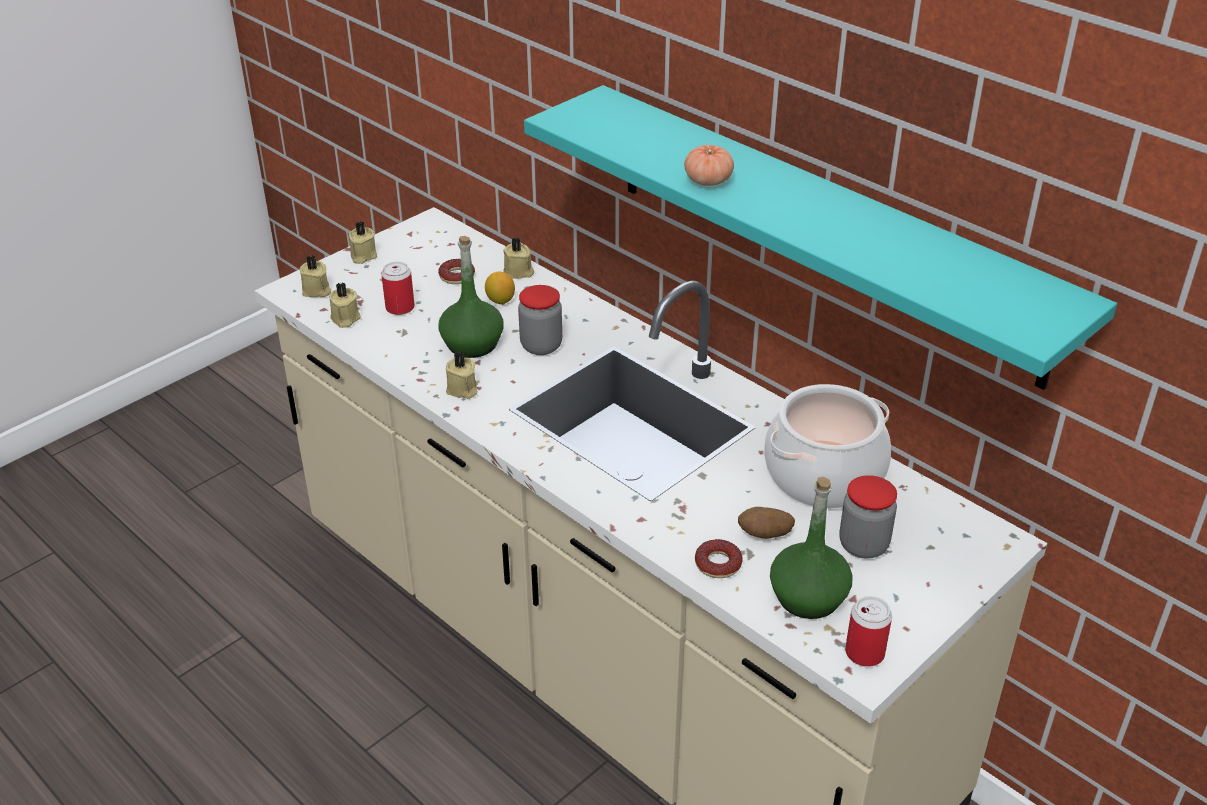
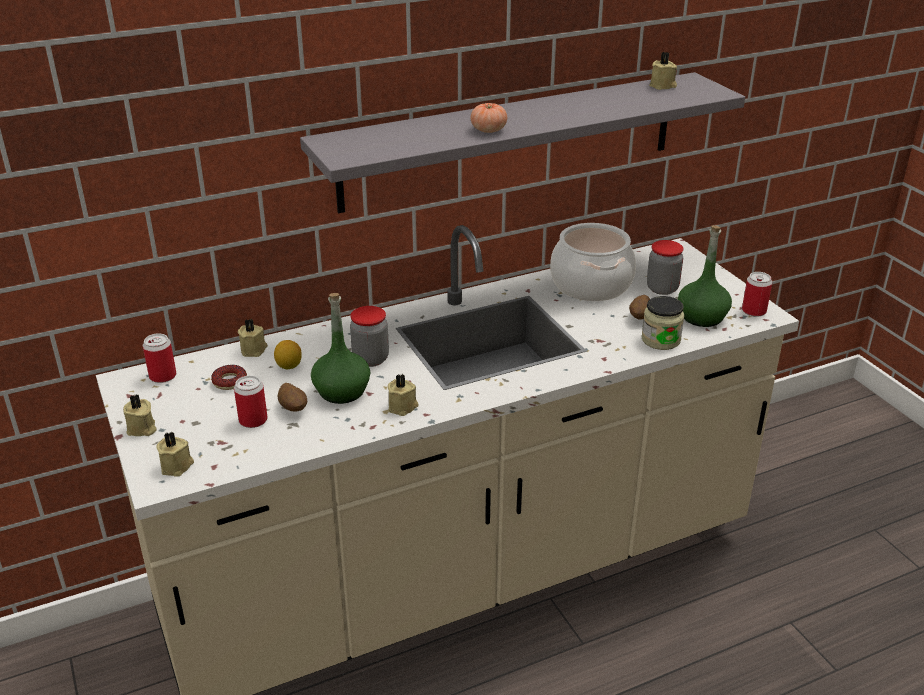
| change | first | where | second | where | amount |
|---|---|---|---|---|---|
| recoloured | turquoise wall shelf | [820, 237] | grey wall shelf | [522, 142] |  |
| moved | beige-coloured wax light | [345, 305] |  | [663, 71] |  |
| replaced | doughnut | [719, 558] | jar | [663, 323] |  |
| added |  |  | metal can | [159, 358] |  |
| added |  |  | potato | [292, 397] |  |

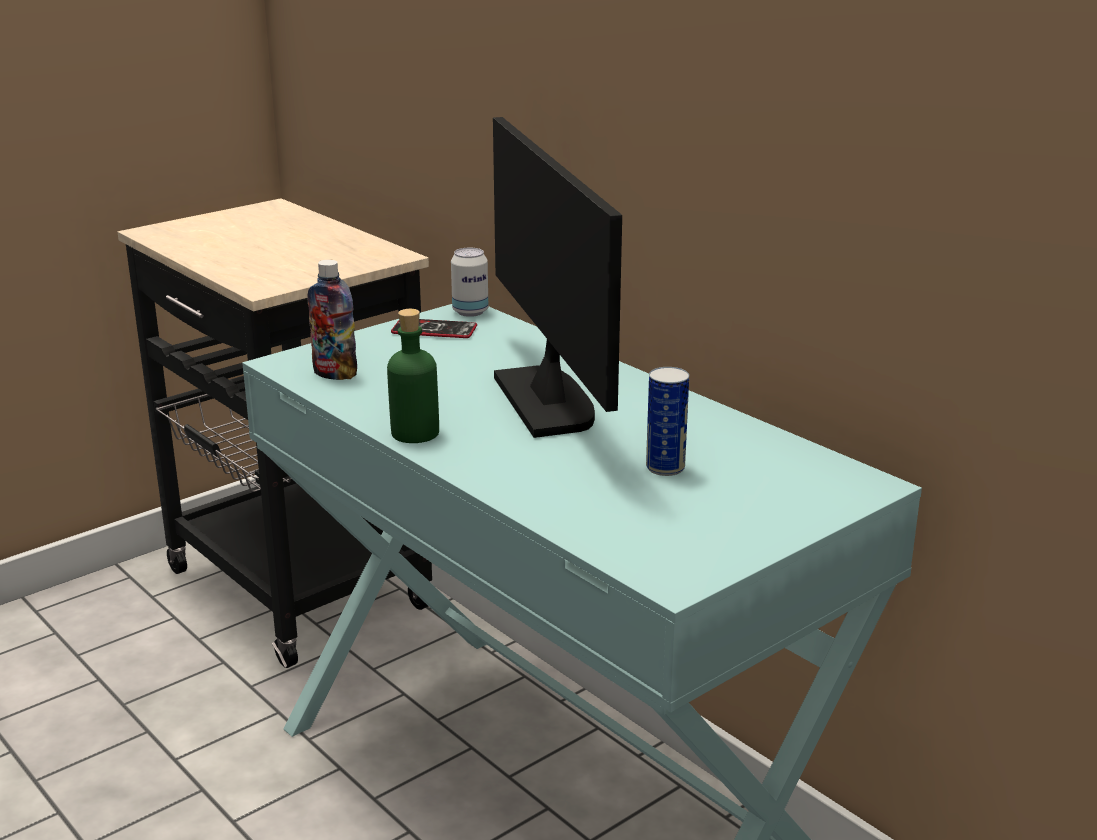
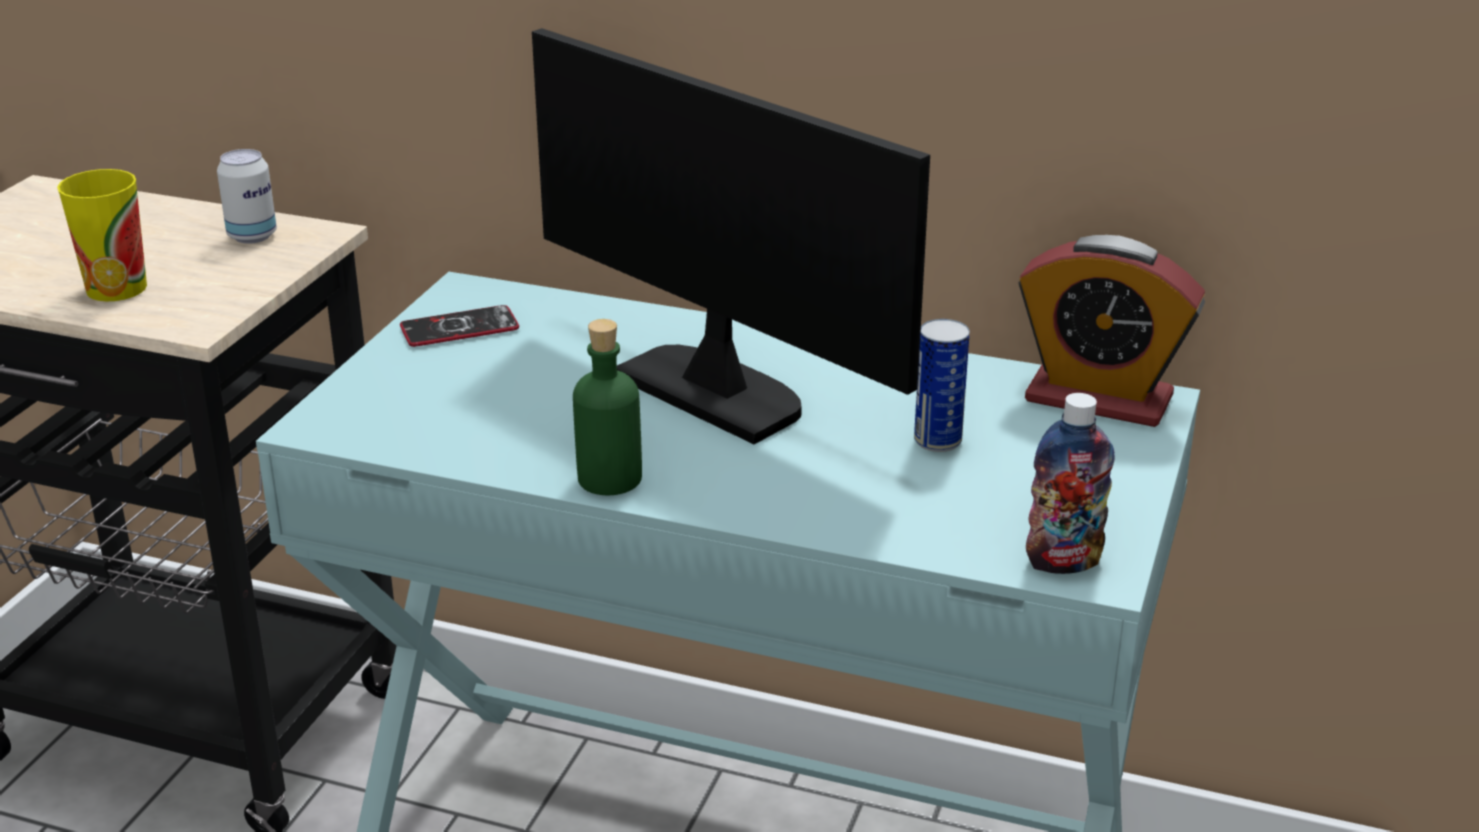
| change | first | where | second | where | amount |
|---|---|---|---|---|---|
| moved | metal can | [469, 282] |  | [247, 196] |  |
| moved | beverage bottle | [332, 320] |  | [1070, 483] |  |
| added |  |  | drinking cup | [102, 235] |  |
| added |  |  | bedside clock | [1111, 331] |  |

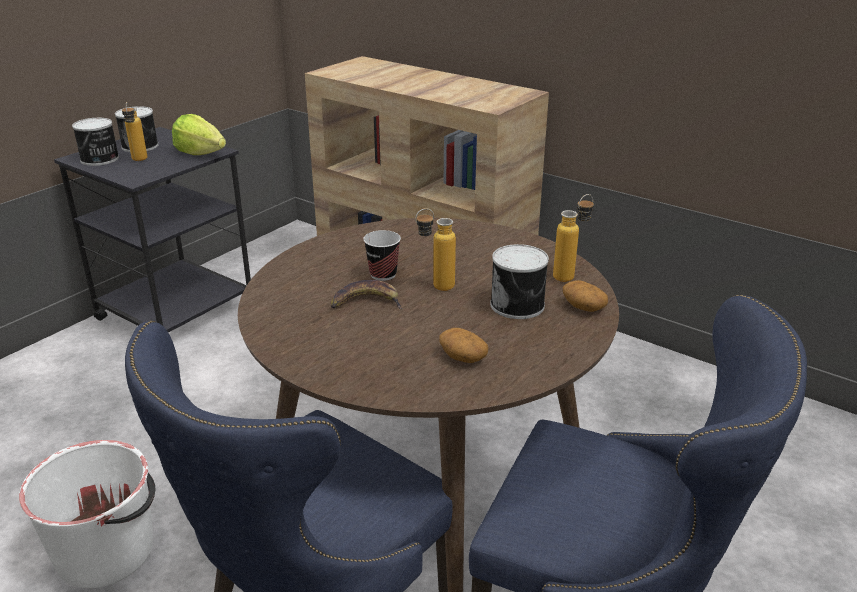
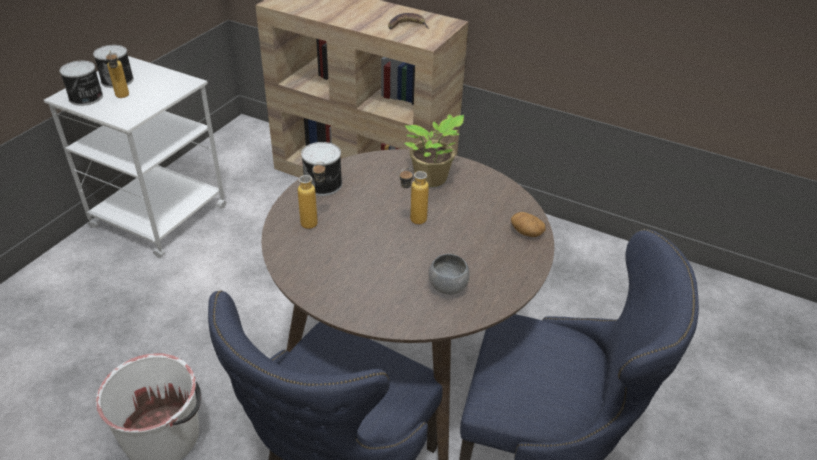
| change | first | where | second | where | amount |
|---|---|---|---|---|---|
| removed | lettuce head | [199, 134] |  |  |  |
| recoloured | blackish trolley | [152, 229] | white trolley | [135, 157] |  |
| moved | beverage bottle | [573, 238] |  | [312, 195] |  |
| removed | drinking cup | [382, 255] |  |  |  |
| moved | metal can | [519, 281] |  | [321, 169] |  |
| moved | whole banana | [366, 294] |  | [408, 21] |  |
| replaced | potato | [464, 345] | grey deep dish | [448, 274] |  |
| added |  |  | houseplant | [434, 150] |  |

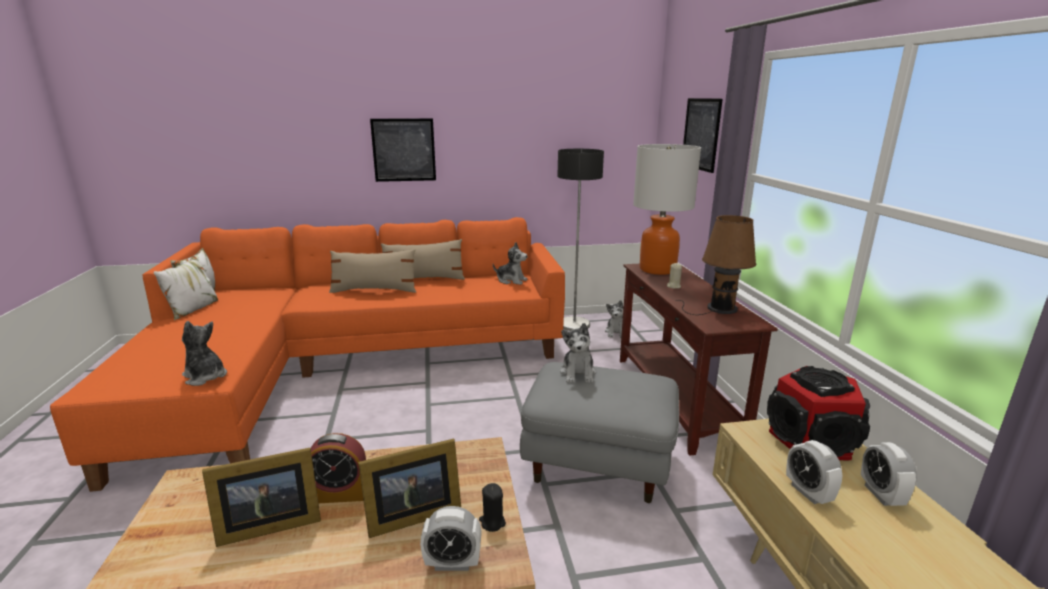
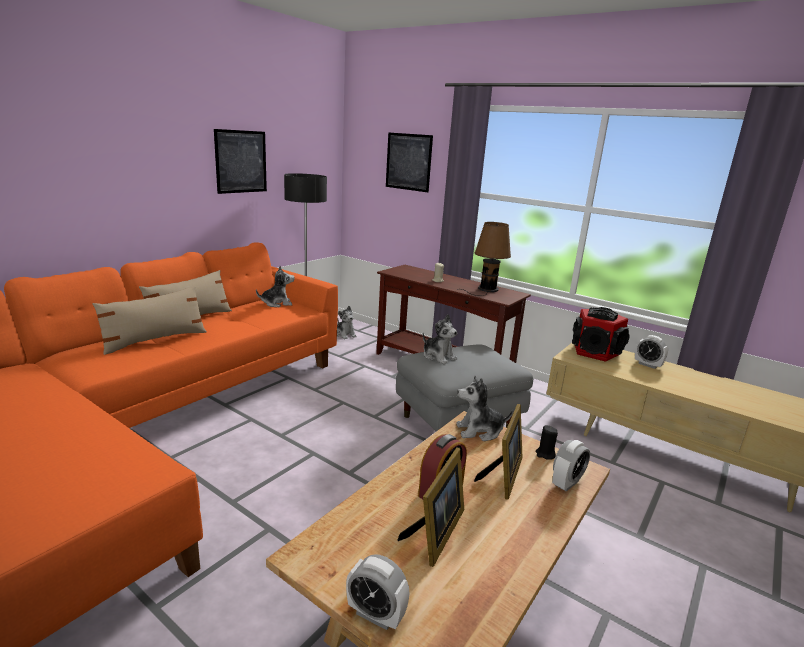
| change | first | where | second | where | amount |
|---|---|---|---|---|---|
| moved | wall picture | [403, 150] |  | [240, 161] |  |
| removed | table lamp | [667, 209] |  |  |  |
| moved | cuddly toy | [204, 353] |  | [484, 408] |  |
| moved | bedside clock | [814, 472] |  | [377, 592] |  |

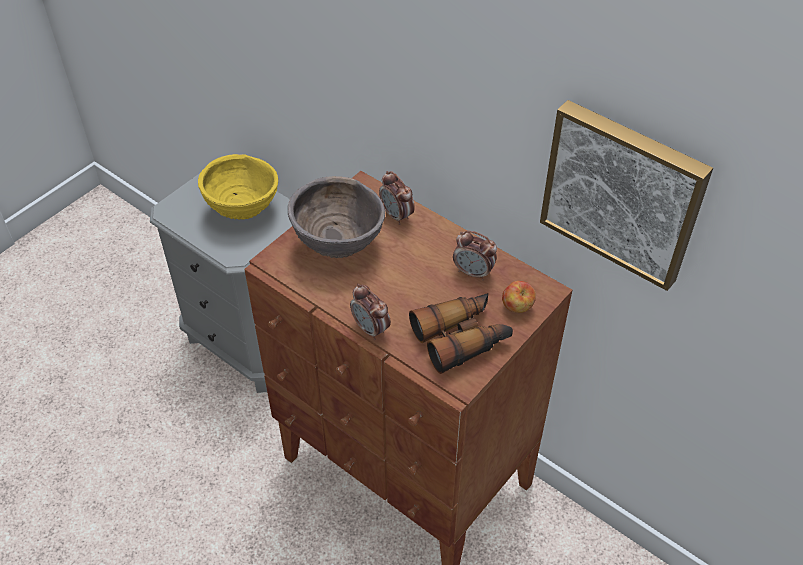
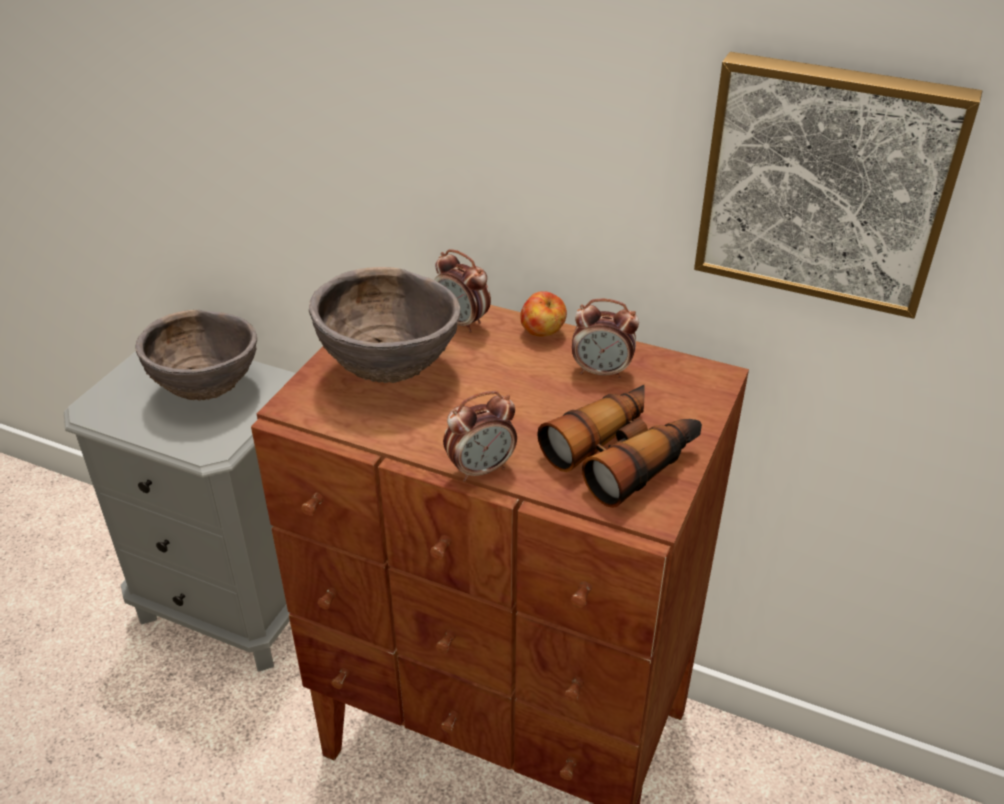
| change | first | where | second | where | amount |
|---|---|---|---|---|---|
| recoloured | yellowish deep dish | [238, 187] | brownish deep dish | [196, 355] |  |
| moved | apple fruit | [519, 297] |  | [543, 314] |  |
| turned | bedside clock | [370, 312] |  | [480, 436] | 60 degrees counterclockwise |

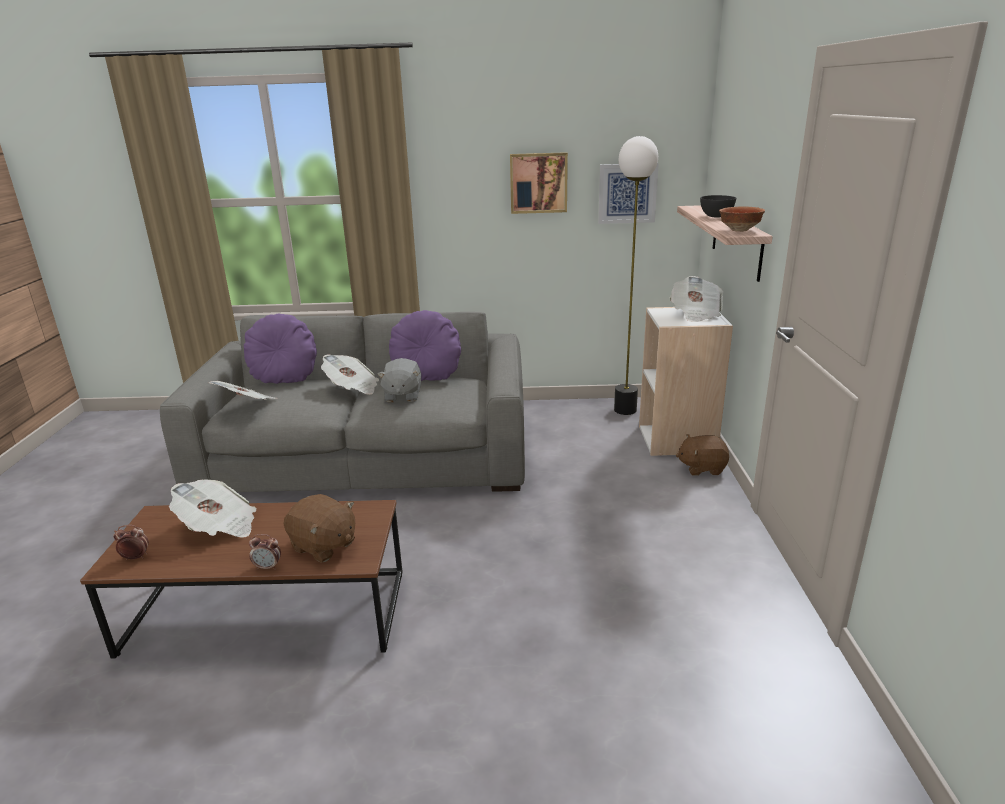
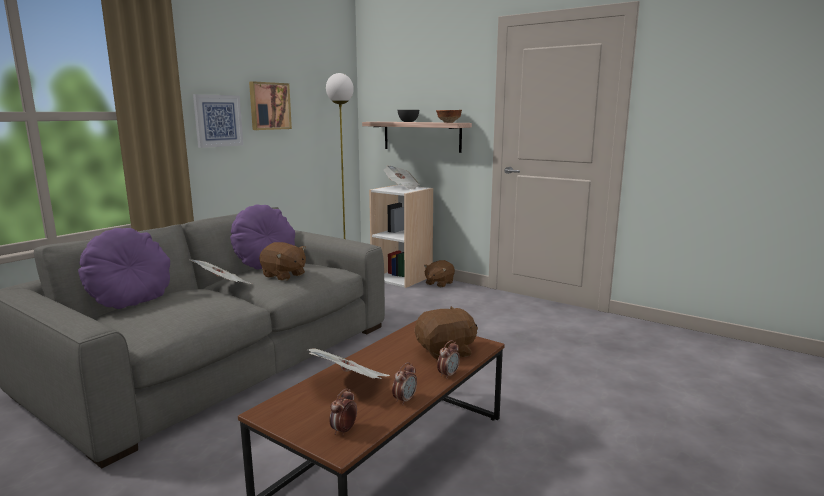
| change | first | where | second | where | amount |
|---|---|---|---|---|---|
| moved | wall picture | [628, 193] |  | [218, 121] |  |
| recoloured | grey cuddly toy | [399, 380] | brownish cuddly toy | [282, 261] |  |
| removed | newspaper | [242, 390] |  |  |  |
| added |  |  | bedside clock | [404, 384] |  |

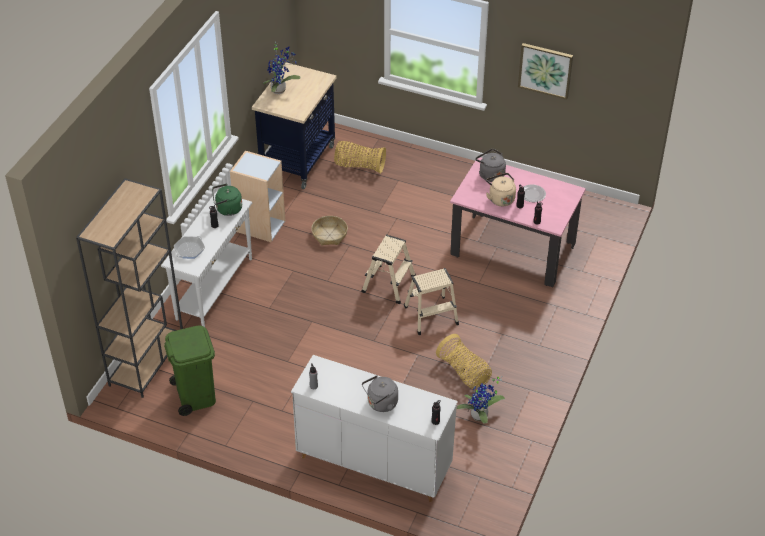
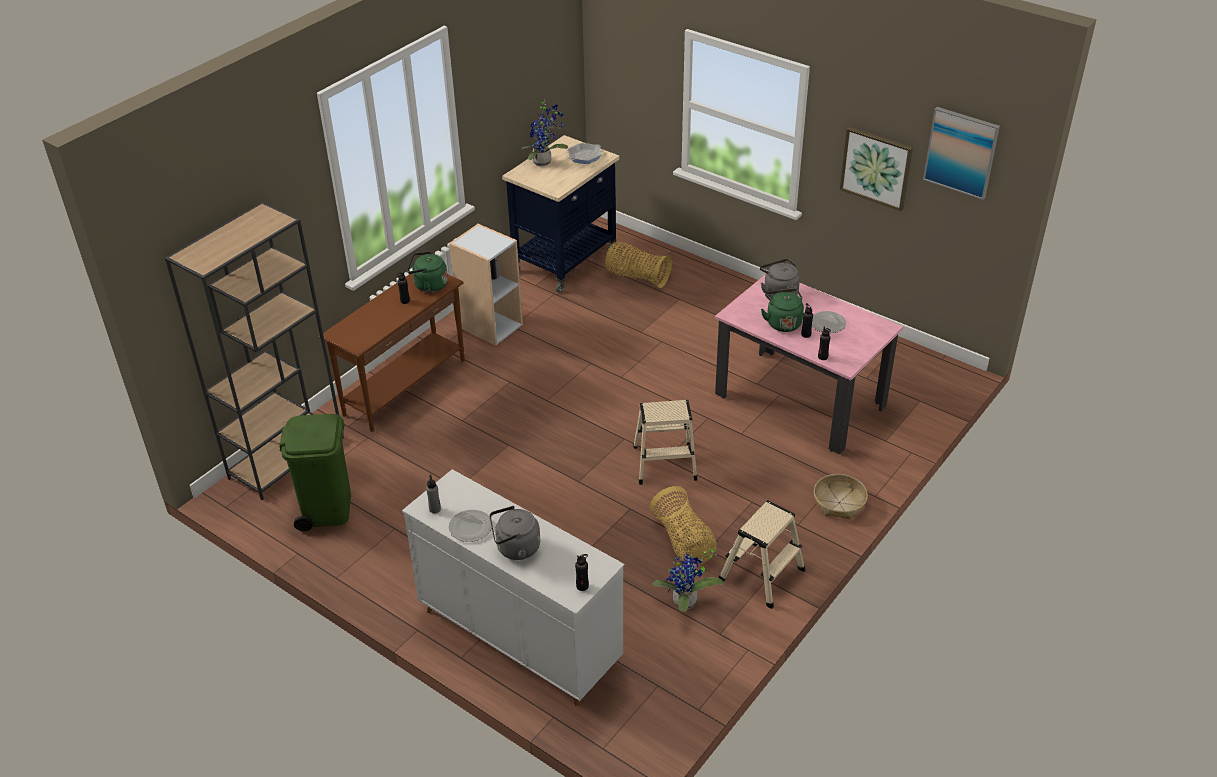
| change | first | where | second | where | amount |
|---|---|---|---|---|---|
| recoloured | beige-coloured kettle | [501, 189] | green kettle | [782, 310] |  |
| recoloured | white hall table | [206, 259] | brownish hall table | [392, 353] |  |
| moved | storage basket | [329, 230] |  | [841, 497] |  |
| moved | beige-coloured step stool | [388, 269] |  | [762, 554] |  |
| moved | skillet | [189, 247] |  | [585, 153] |  |
| added |  |  | wall picture | [961, 153] |  |
| added |  |  | plate | [470, 526] |  |

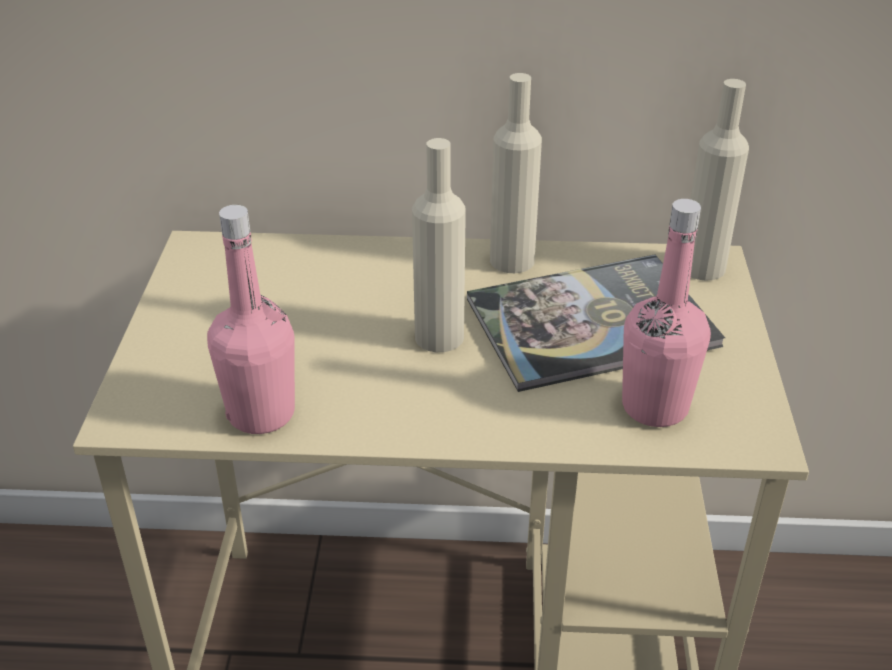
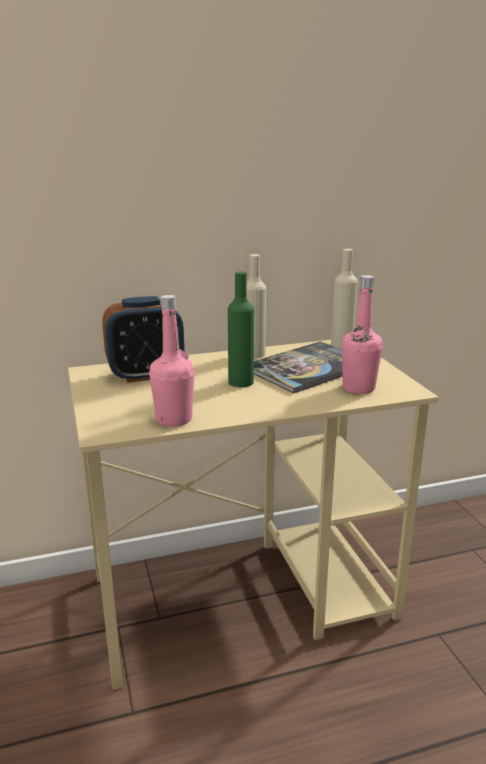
| change | first | where | second | where | amount |
|---|---|---|---|---|---|
| recoloured | beige-coloured beverage bottle | [439, 245] | green beverage bottle | [241, 329] |  |
| added |  |  | bedside clock | [143, 339] |  |

